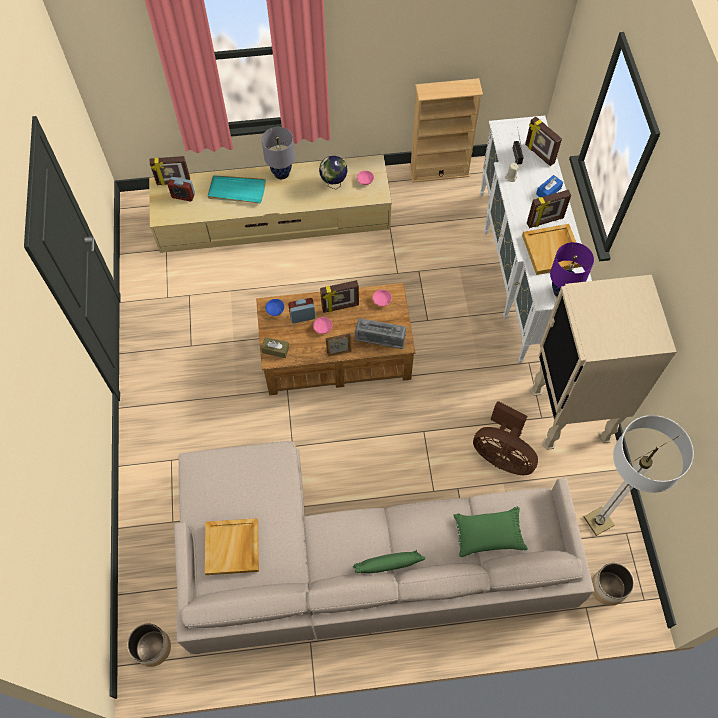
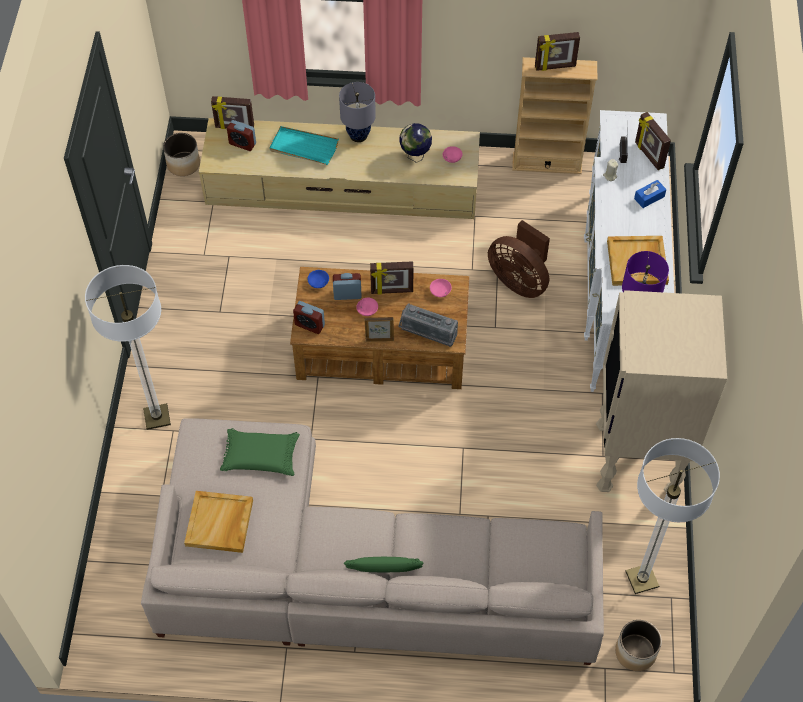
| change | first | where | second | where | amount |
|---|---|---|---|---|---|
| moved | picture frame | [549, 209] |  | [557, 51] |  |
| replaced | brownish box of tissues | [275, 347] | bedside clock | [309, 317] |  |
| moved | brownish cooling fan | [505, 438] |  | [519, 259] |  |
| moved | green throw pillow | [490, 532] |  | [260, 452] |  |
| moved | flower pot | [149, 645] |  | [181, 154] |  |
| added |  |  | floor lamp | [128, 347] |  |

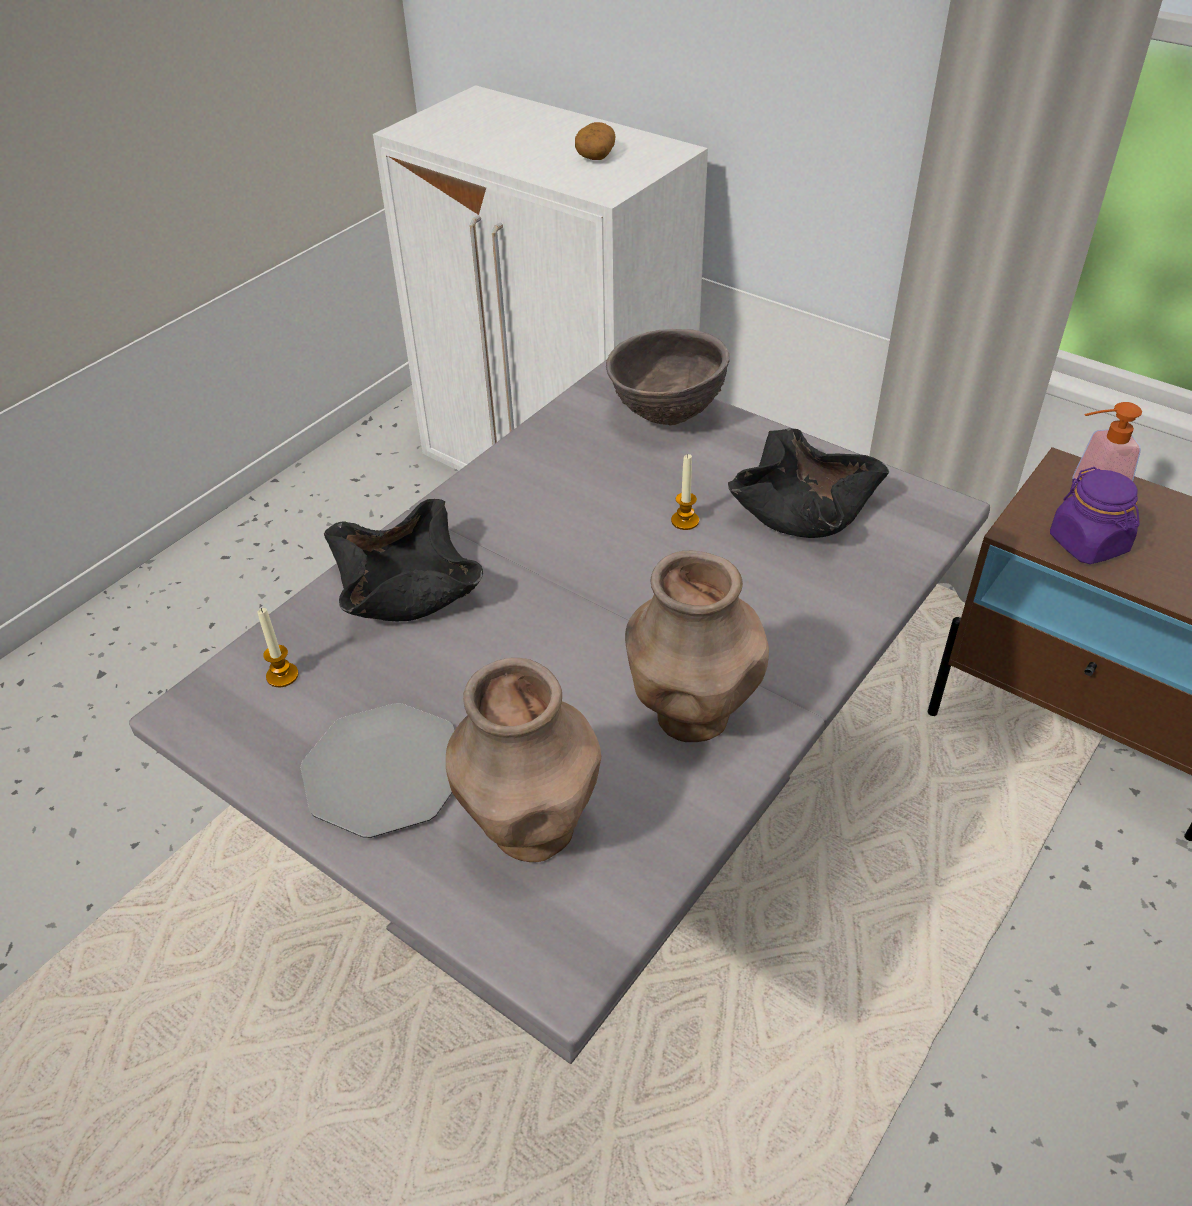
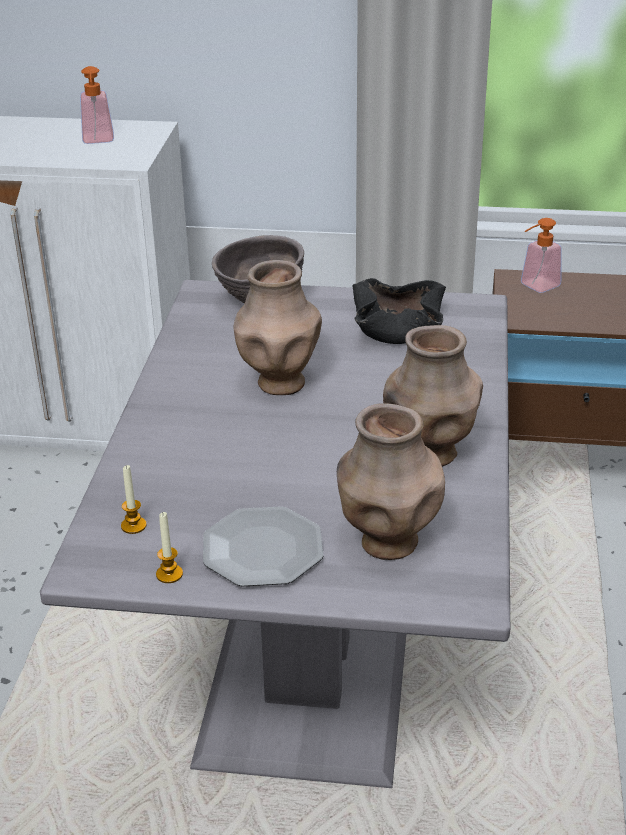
| change | first | where | second | where | amount |
|---|---|---|---|---|---|
| replaced | potato | [595, 141] | liquid soap bottle | [97, 105] |  |
| moved | wax light | [685, 492] |  | [169, 547] |  |
| removed | purple-coloured jar | [1095, 515] |  |  |  |
| removed | blackish deep dish | [403, 560] |  |  |  |
| added |  |  | brownish vase | [277, 327] |  |

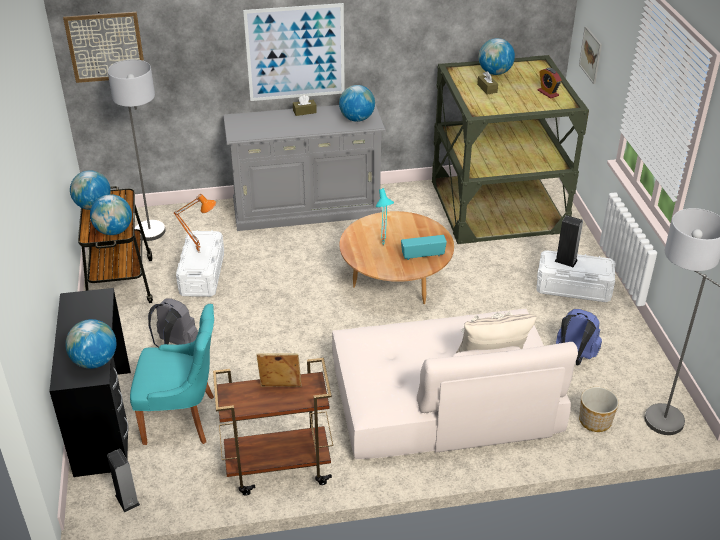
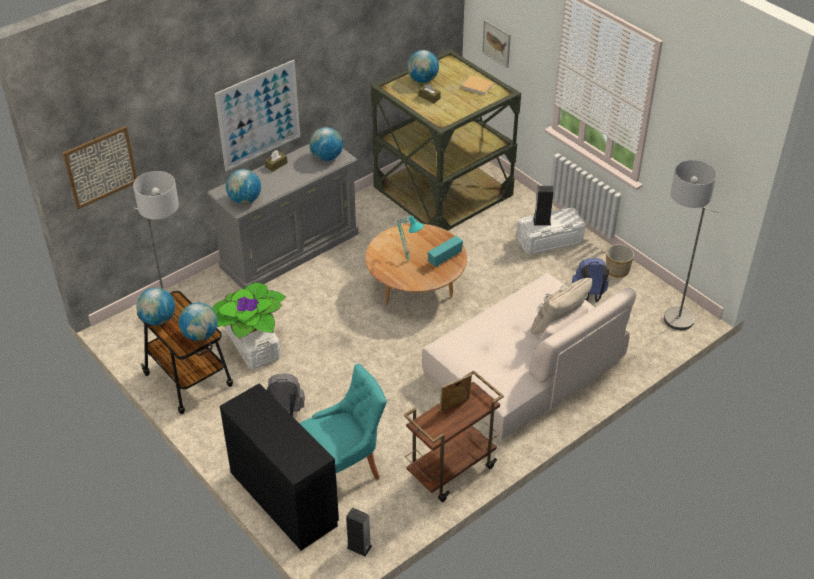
| change | first | where | second | where | amount |
|---|---|---|---|---|---|
| replaced | bedside clock | [550, 83] | beige-coloured bound book | [477, 85] |  |
| replaced | orange-coloured table lamp | [194, 223] | houseplant | [249, 311] |  |
| moved | desk globe | [91, 344] |  | [243, 186] |  |
| moved | flower pot | [599, 409] |  | [620, 261] |  |

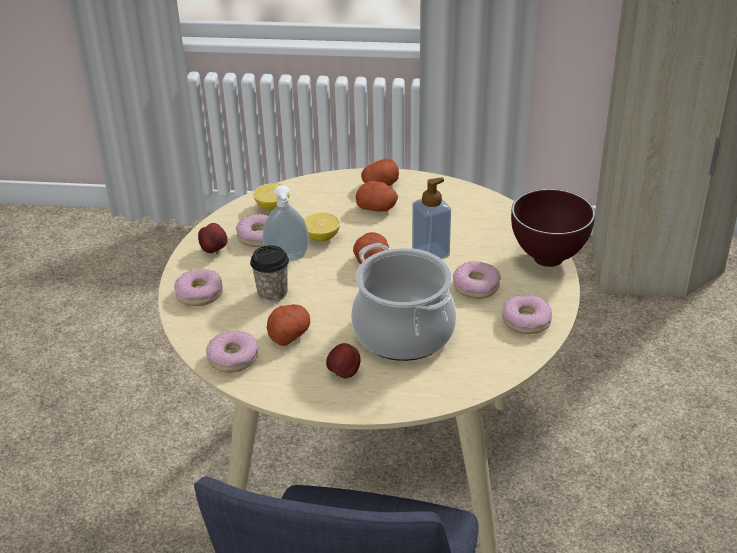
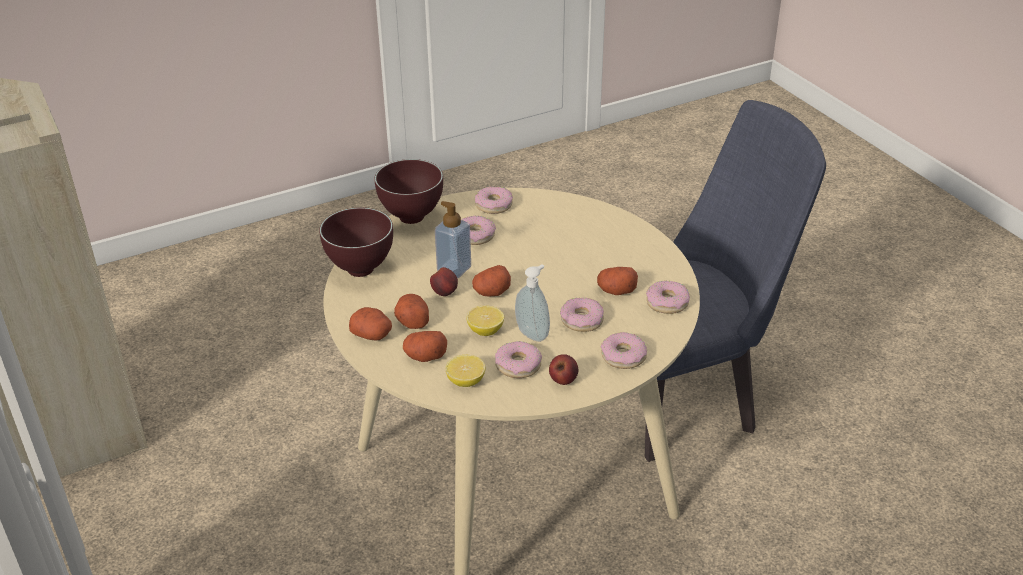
| change | first | where | second | where | amount |
|---|---|---|---|---|---|
| removed | cooking pot | [403, 302] |  |  |  |
| replaced | drinking cup | [269, 273] | doughnut | [582, 315] |  |
| moved | apple fruit | [343, 361] |  | [444, 281] |  |
| added |  |  | brownish deep dish | [356, 242] |  |
| added |  |  | potato | [425, 346] |  |

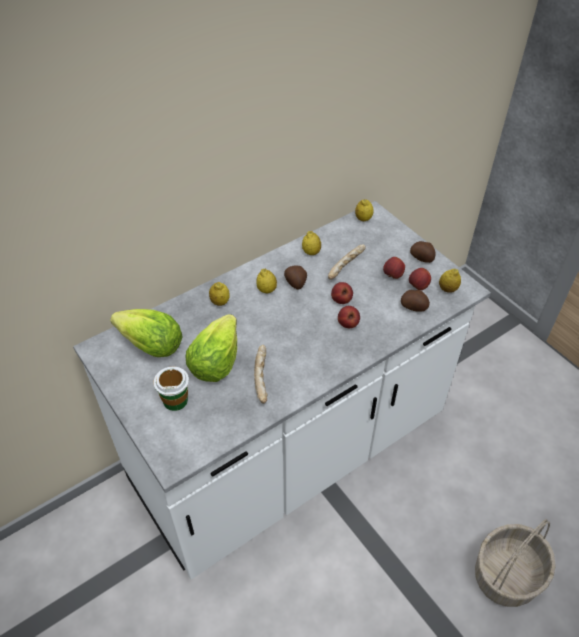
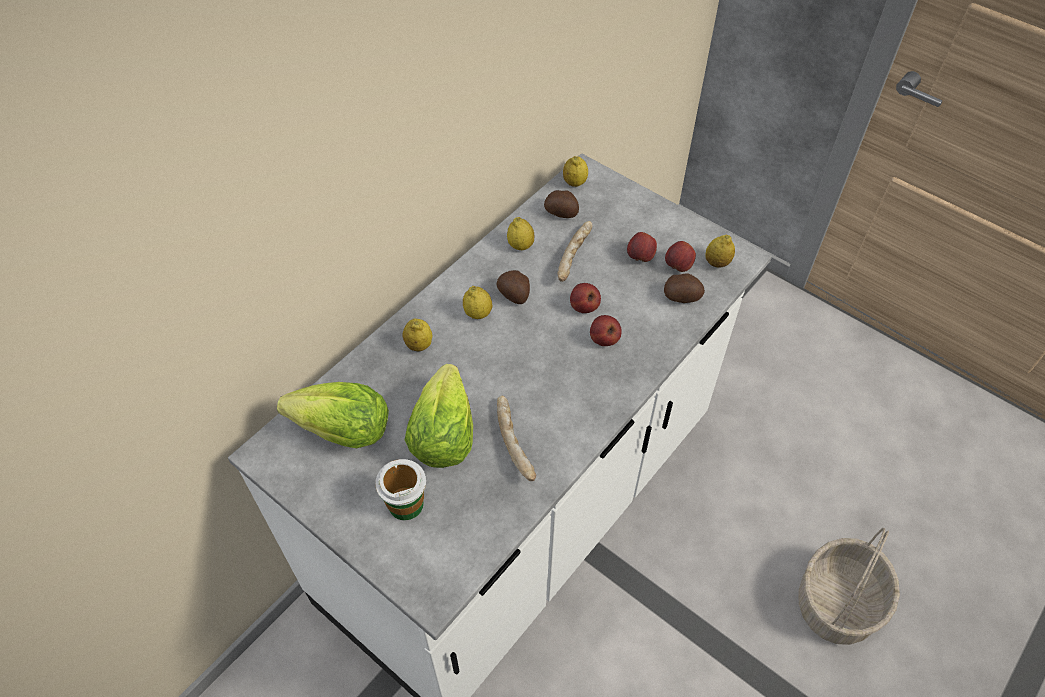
| change | first | where | second | where | amount |
|---|---|---|---|---|---|
| moved | potato | [423, 252] |  | [561, 204] |  |

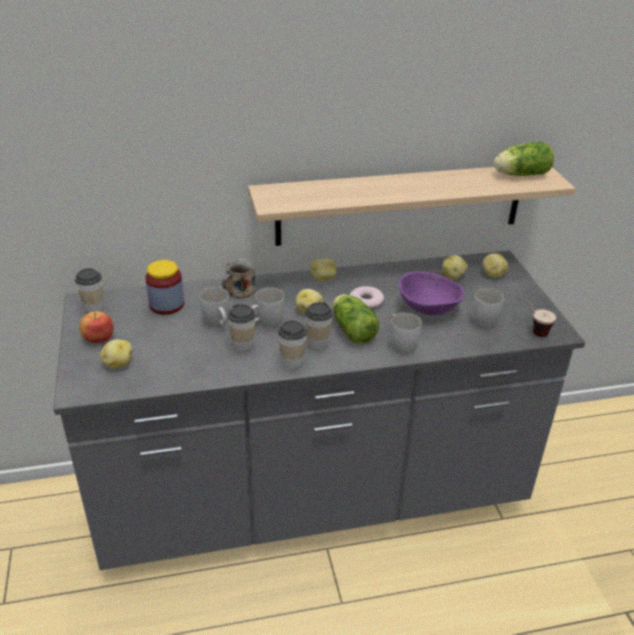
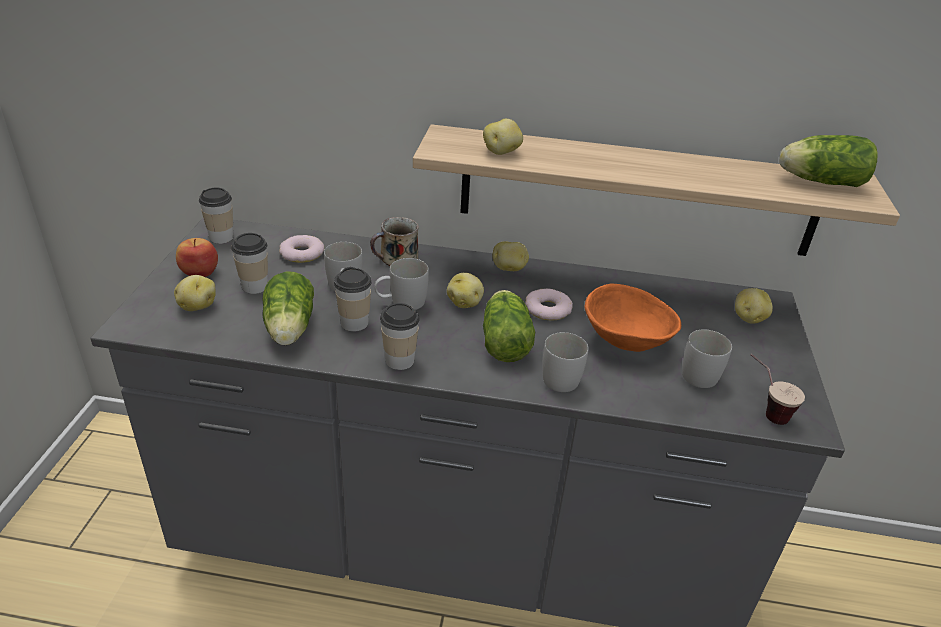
| change | first | where | second | where | amount |
|---|---|---|---|---|---|
| moved | potato | [455, 267] |  | [503, 137] |  |
| replaced | jar | [164, 287] | doughnut | [301, 249] |  |
| recoloured | purple-coloured deep dish | [431, 293] | orange-coloured deep dish | [632, 318] |  |
| moved | drinking cup | [319, 326] |  | [249, 263] |  |
| added |  |  | lettuce head | [288, 308] |  |

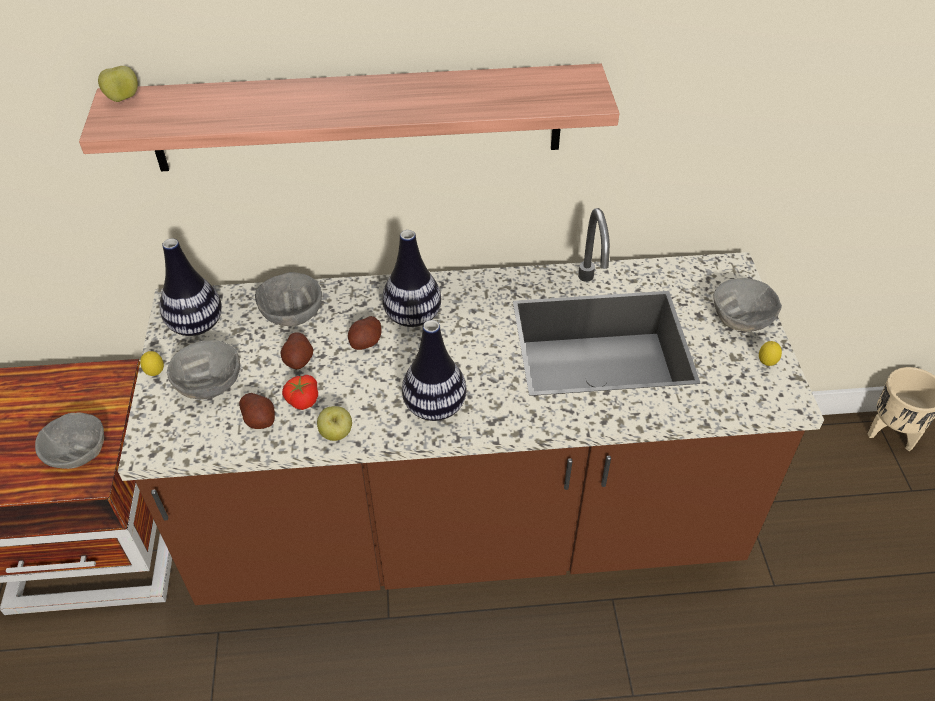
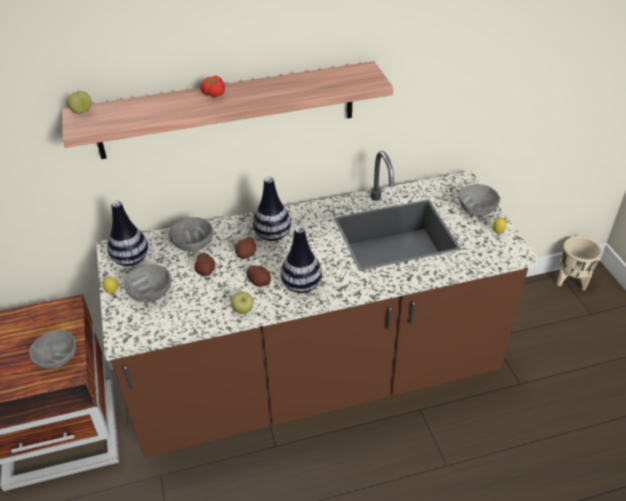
| change | first | where | second | where | amount |
|---|---|---|---|---|---|
| moved | fresh tomato | [300, 392] |  | [212, 86] |  |
| moved | potato | [257, 411] |  | [259, 276] |  |

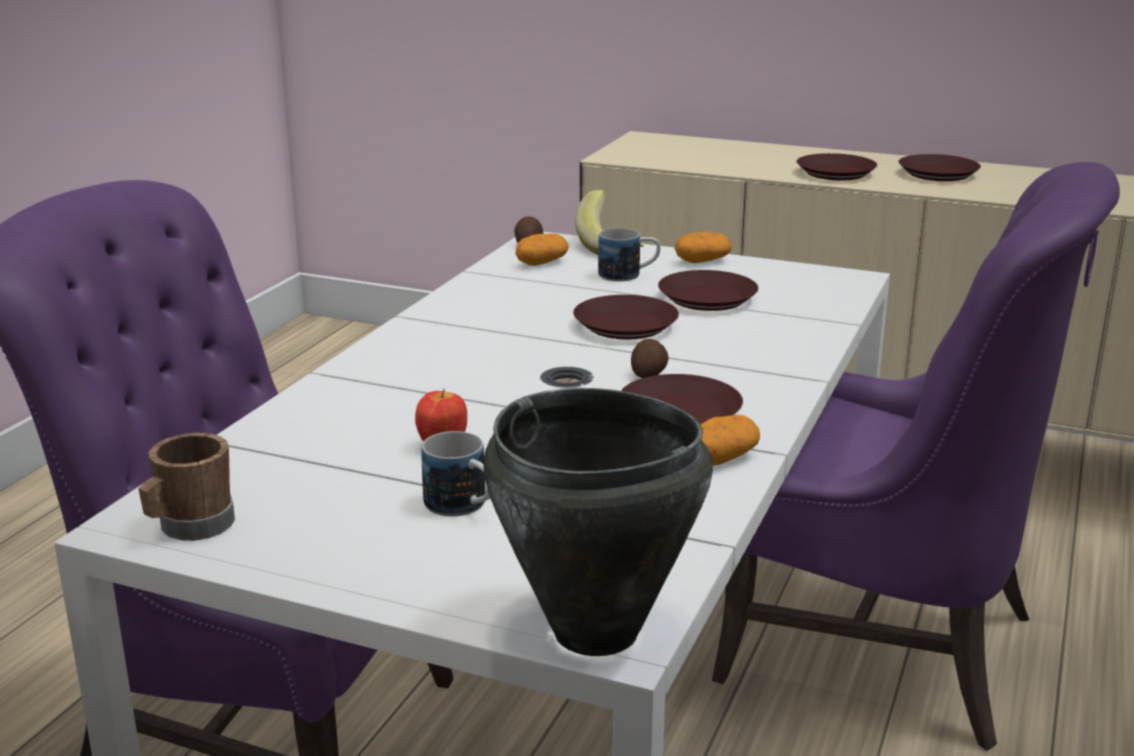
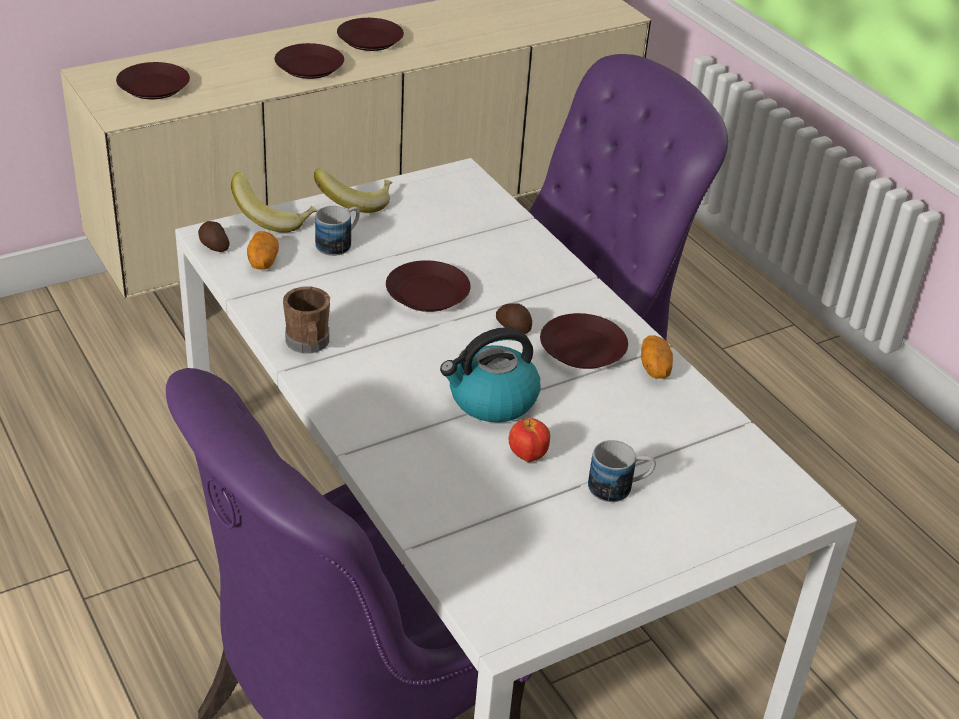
| change | first | where | second | where | amount |
|---|---|---|---|---|---|
| replaced | potato | [703, 247] | whole banana | [353, 190] |  |
| moved | brownish plate | [708, 290] |  | [153, 80] |  |
| removed | blackish cooking pot | [598, 522] |  |  |  |
| moved | brownish mug | [186, 487] |  | [306, 320] |  |
| added |  |  | kettle | [490, 374] |  |

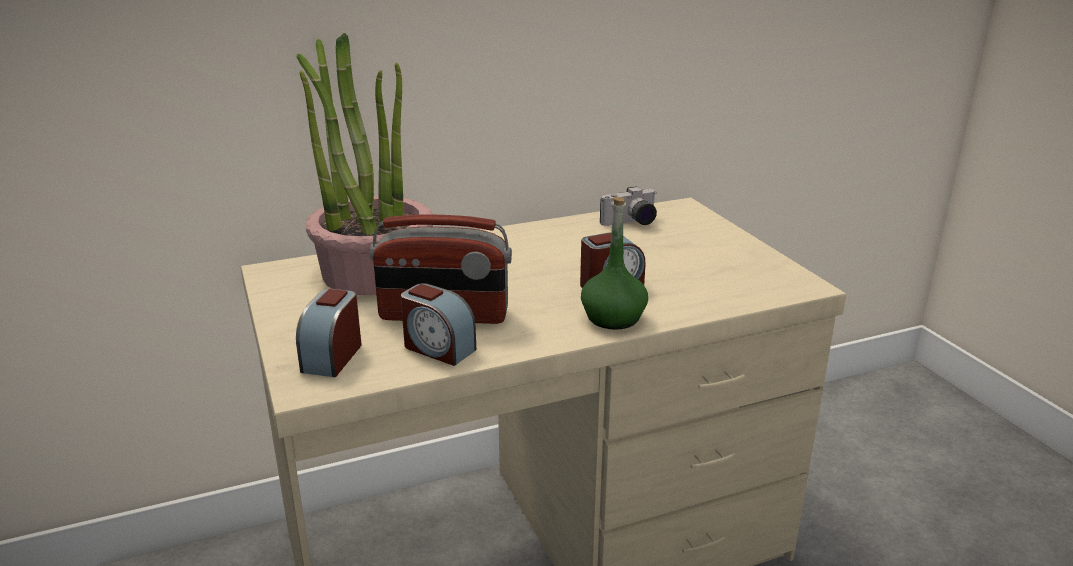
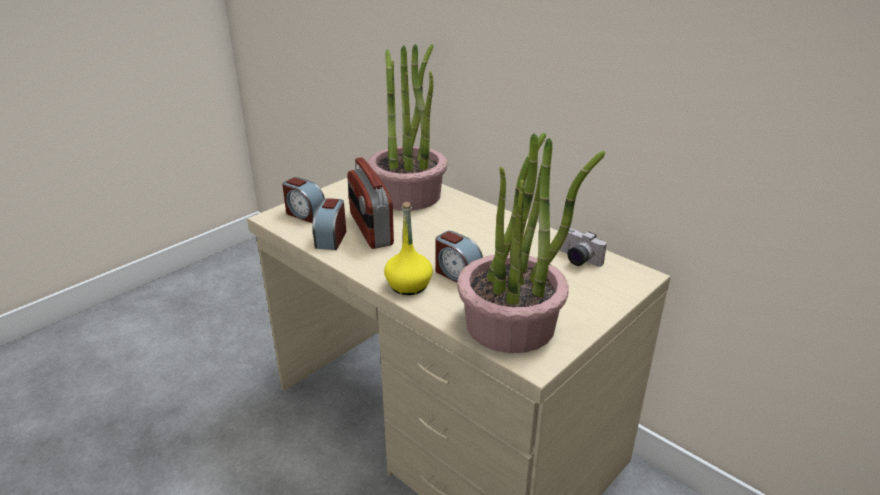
| change | first | where | second | where | amount |
|---|---|---|---|---|---|
| recoloured | green beverage bottle | [614, 263] | yellowish beverage bottle | [408, 248] |  |
| turned | bedside clock | [328, 333] |  | [303, 200] | 135 degrees counterclockwise |
| added |  |  | houseplant | [531, 243] |  |

